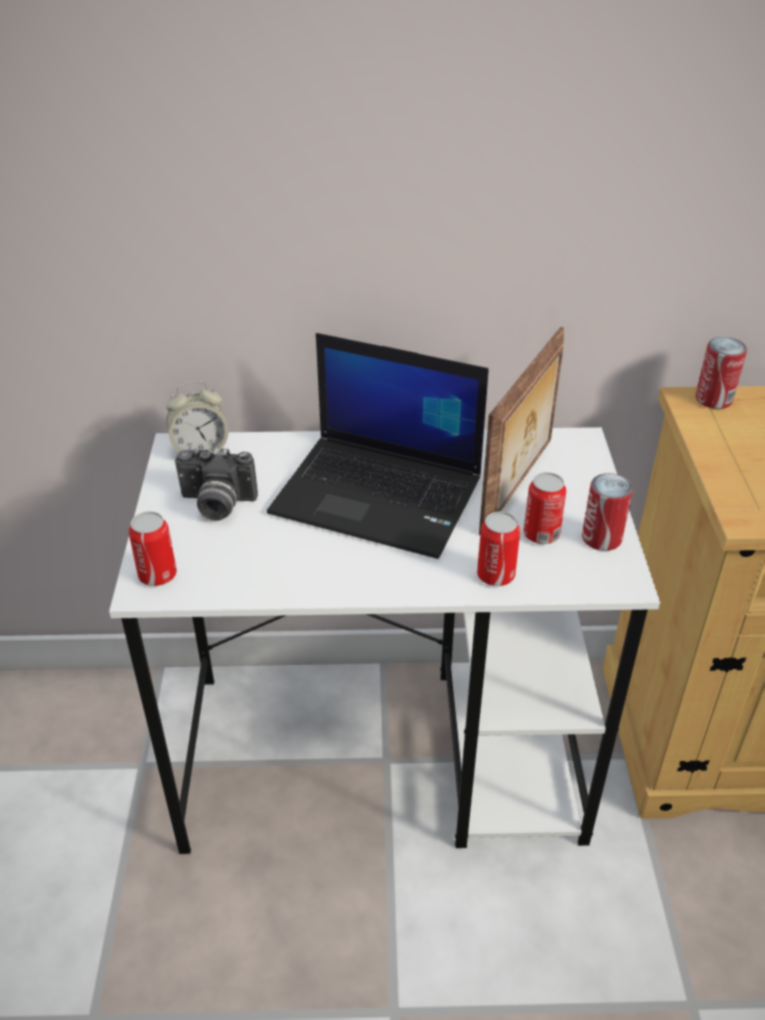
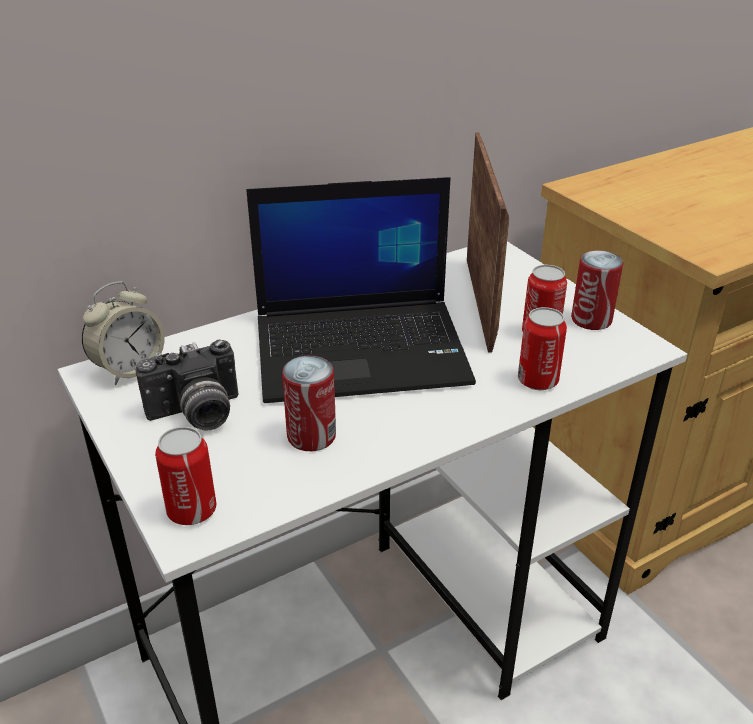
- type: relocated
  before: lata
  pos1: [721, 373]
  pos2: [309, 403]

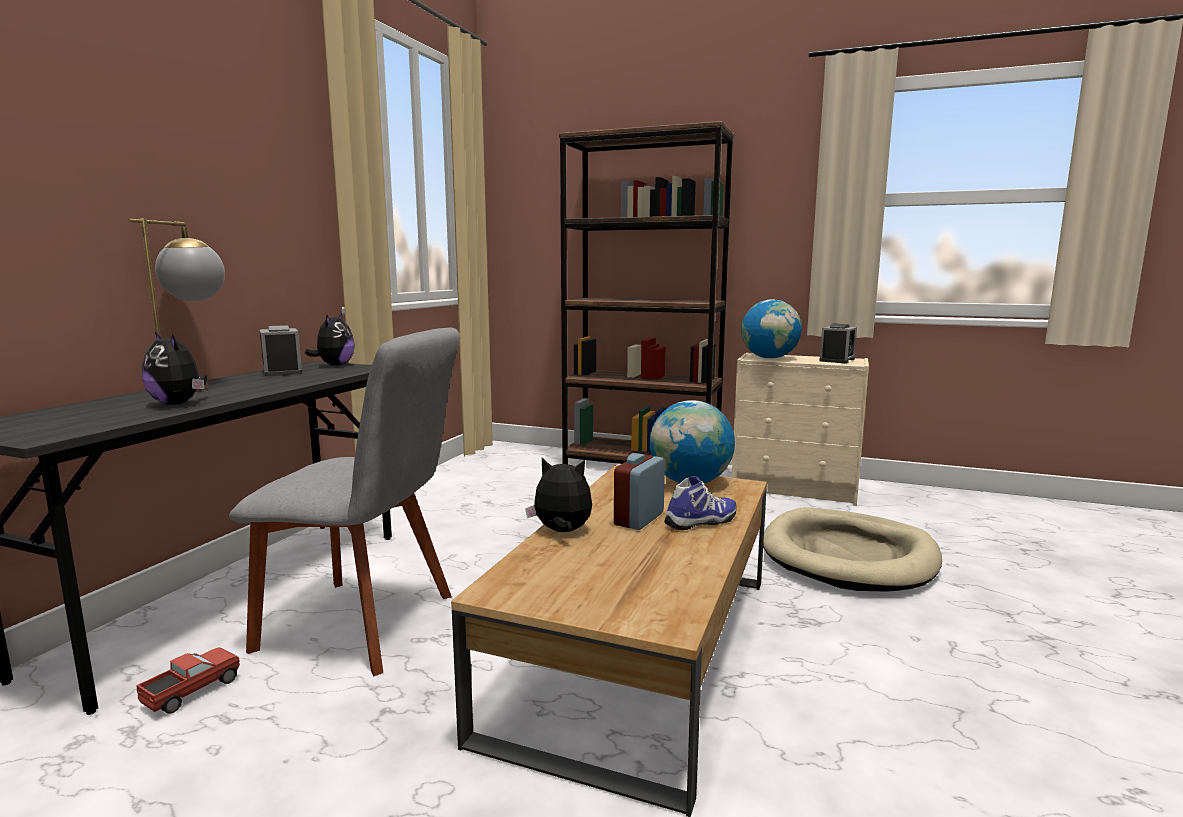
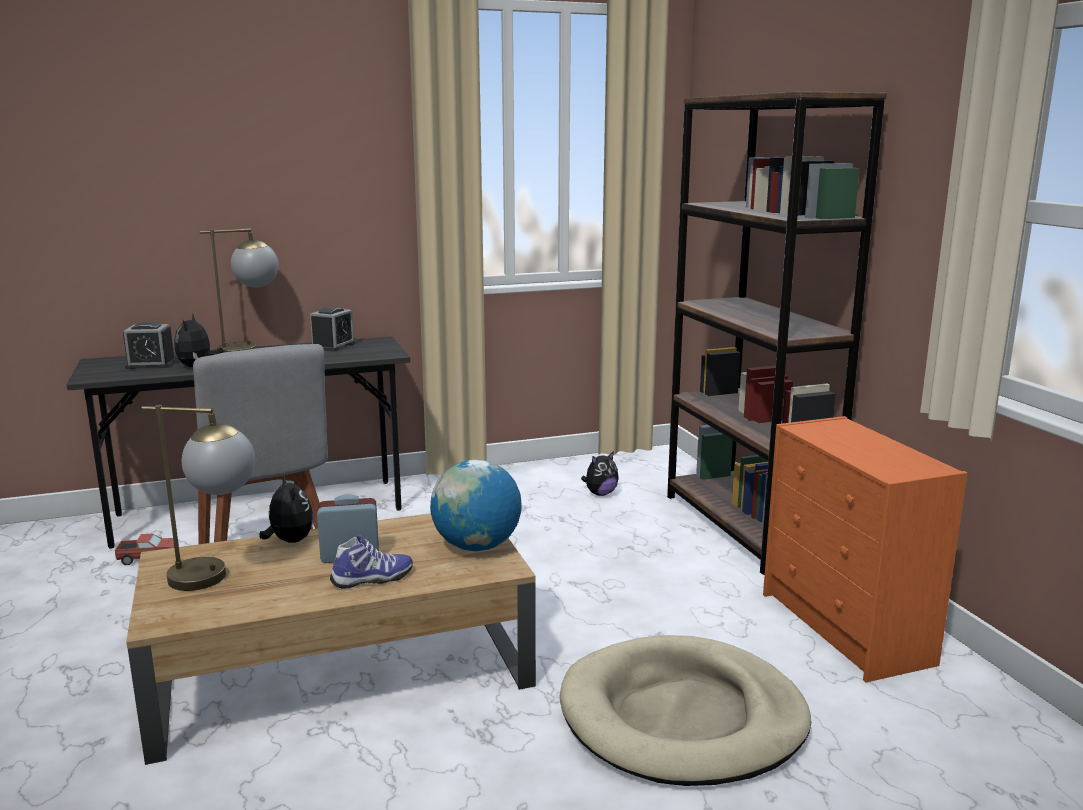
- type: relocated
  before: despertador
  pos1: [838, 343]
  pos2: [150, 345]
- type: appeared
  after: lámpara de mesa
  pos2: [198, 498]
- type: spun
  before: zapato
  pos1: [700, 503]
  pos2: [371, 561]
  turn: -45
- type: relocated
  before: peluche
  pos1: [330, 339]
  pos2: [600, 473]
- type: colour
  before: cómoda [beis]
  after: cómoda [naranja]
  pos1: [800, 429]
  pos2: [865, 549]
- type: missing
  before: globo terráqueo
  pos1: [771, 329]

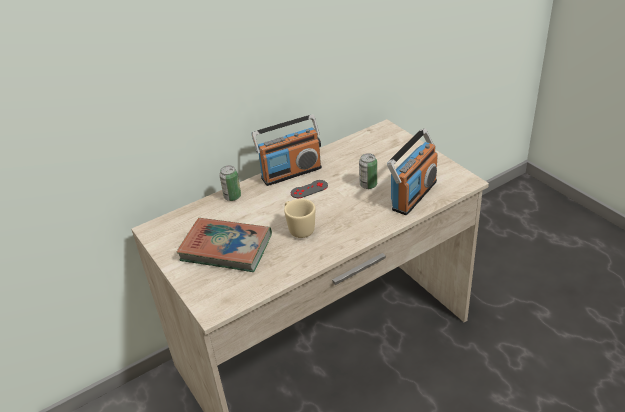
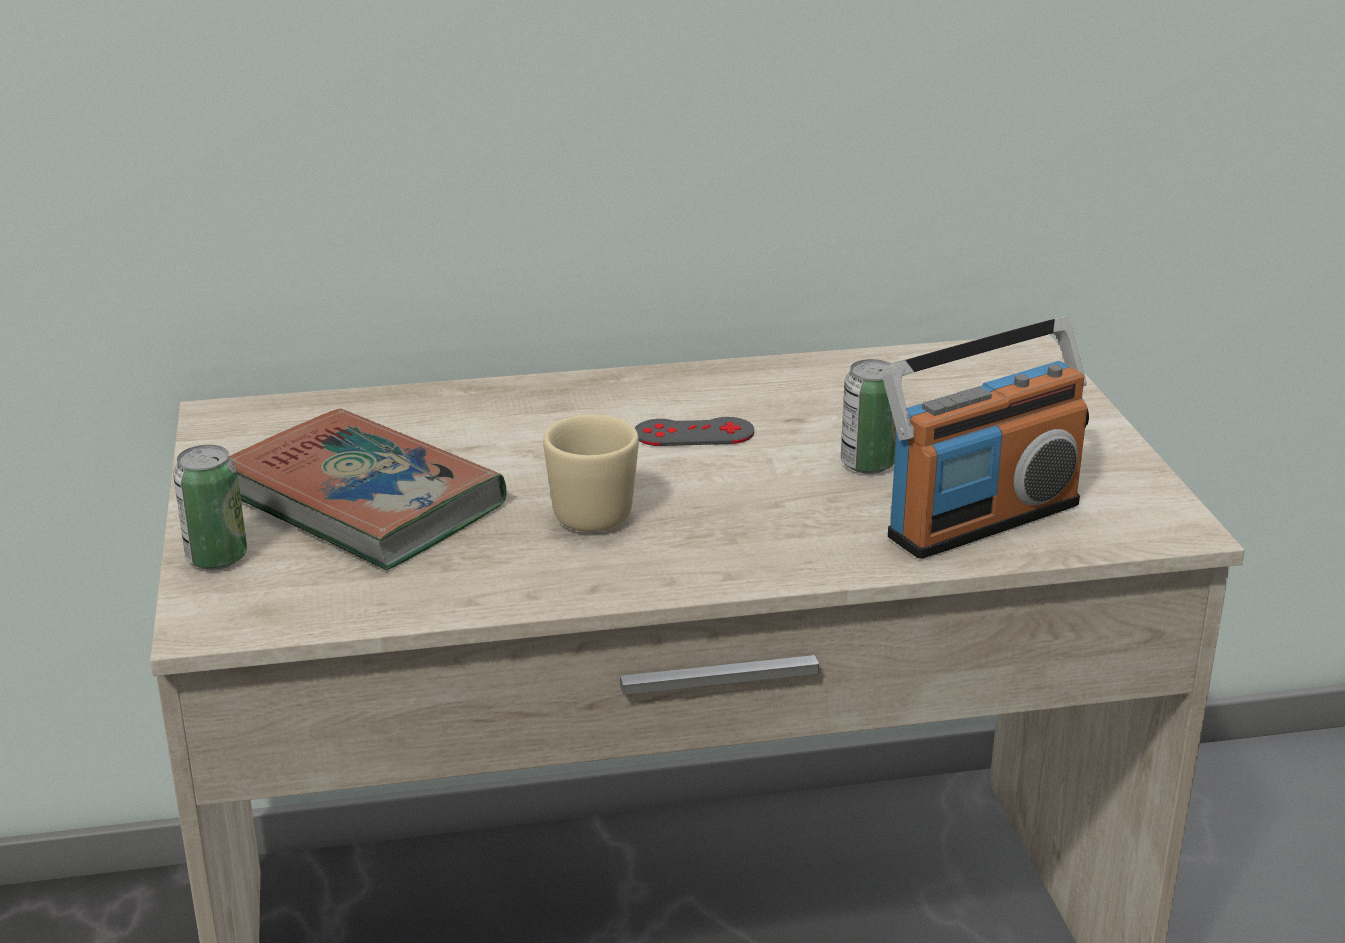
- type: relocated
  before: lata
  pos1: [230, 183]
  pos2: [210, 507]
- type: missing
  before: radio
  pos1: [287, 150]

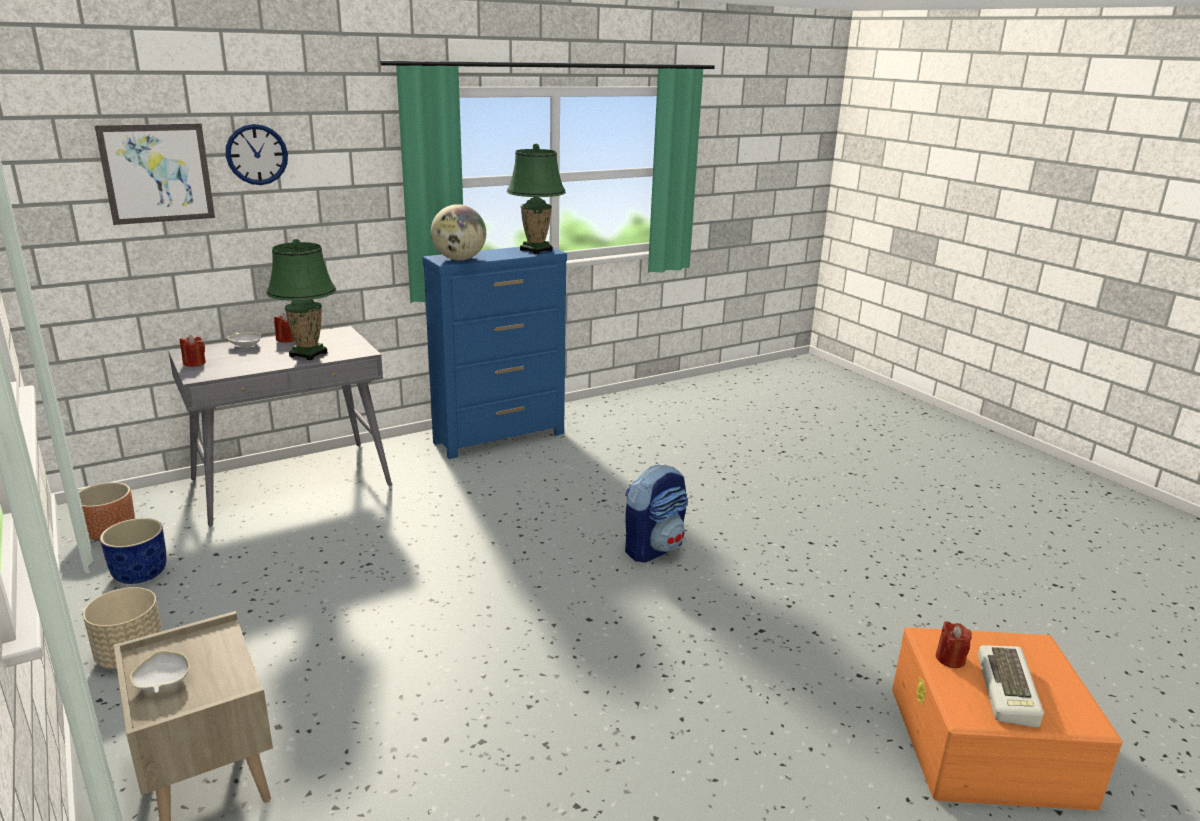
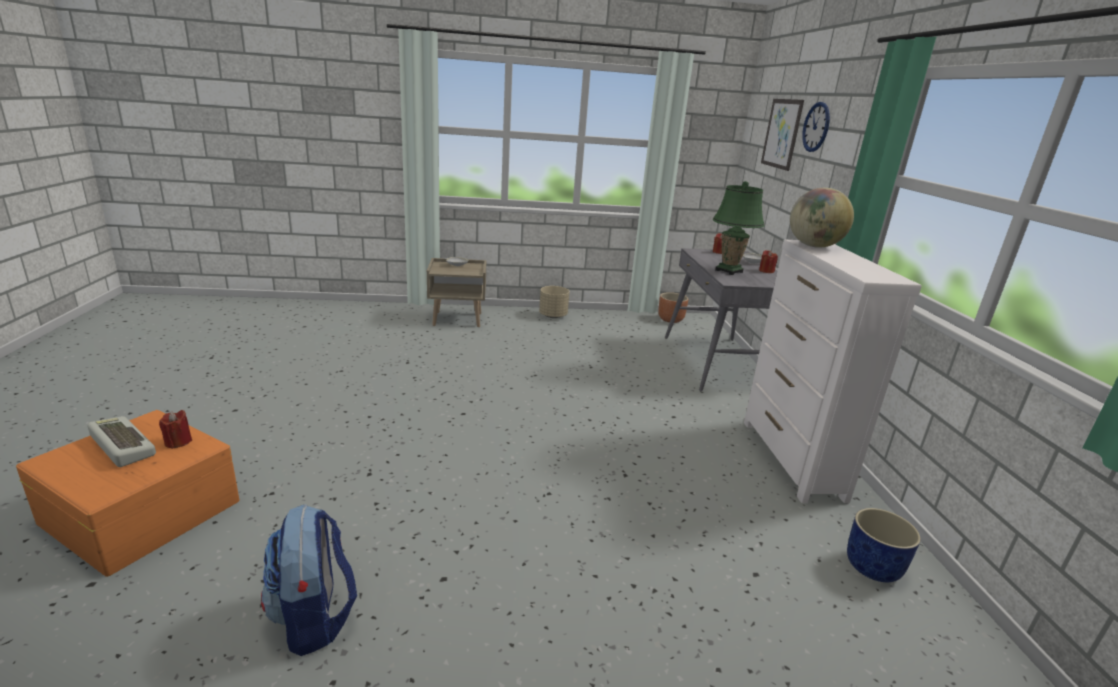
- type: relocated
  before: mochila
  pos1: [656, 513]
  pos2: [309, 580]
- type: colour
  before: cómoda [azul]
  after: cómoda [blanco]
  pos1: [494, 353]
  pos2: [832, 371]
- type: relocated
  before: maceta [azul]
  pos1: [133, 551]
  pos2: [884, 545]
- type: missing
  before: lámpara de mesa [verde]
  pos1: [536, 199]

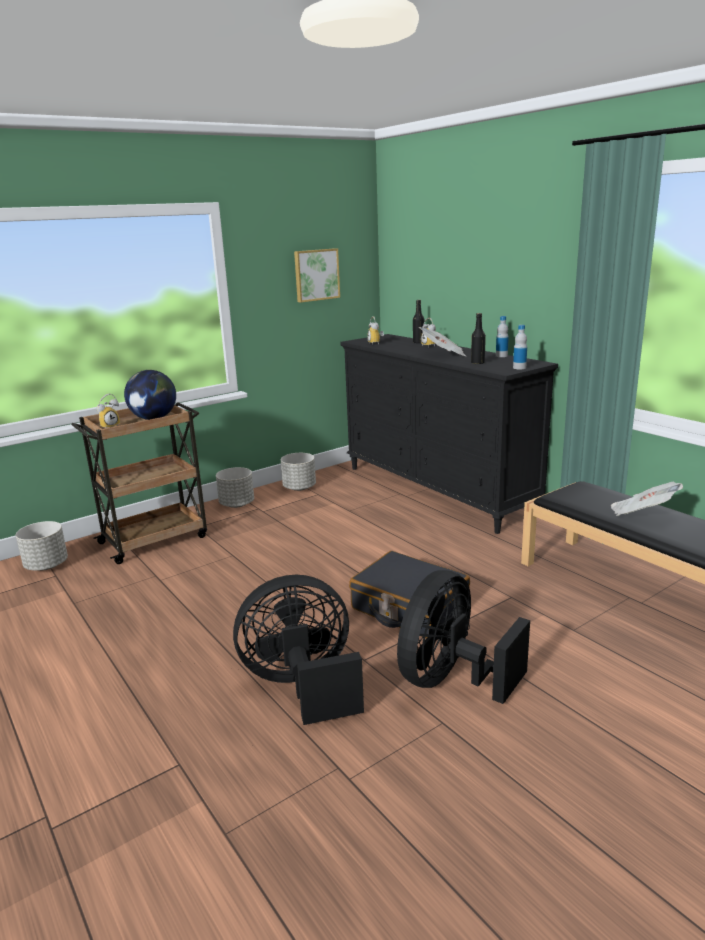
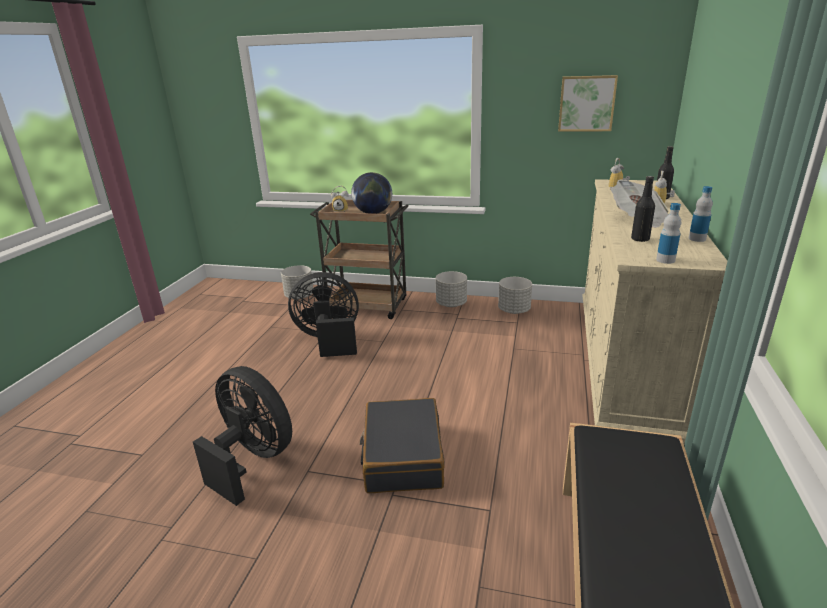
- type: relocated
  before: ventilador [negro]
  pos1: [463, 637]
  pos2: [323, 314]
- type: colour
  before: cómoda [negro]
  after: cómoda [beis]
  pos1: [449, 434]
  pos2: [654, 311]
- type: missing
  before: periódico
  pos1: [647, 499]

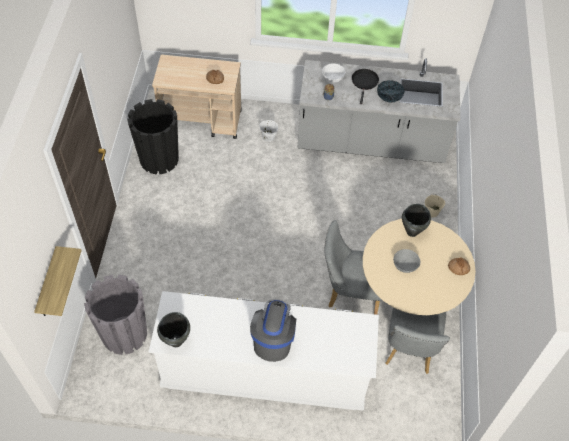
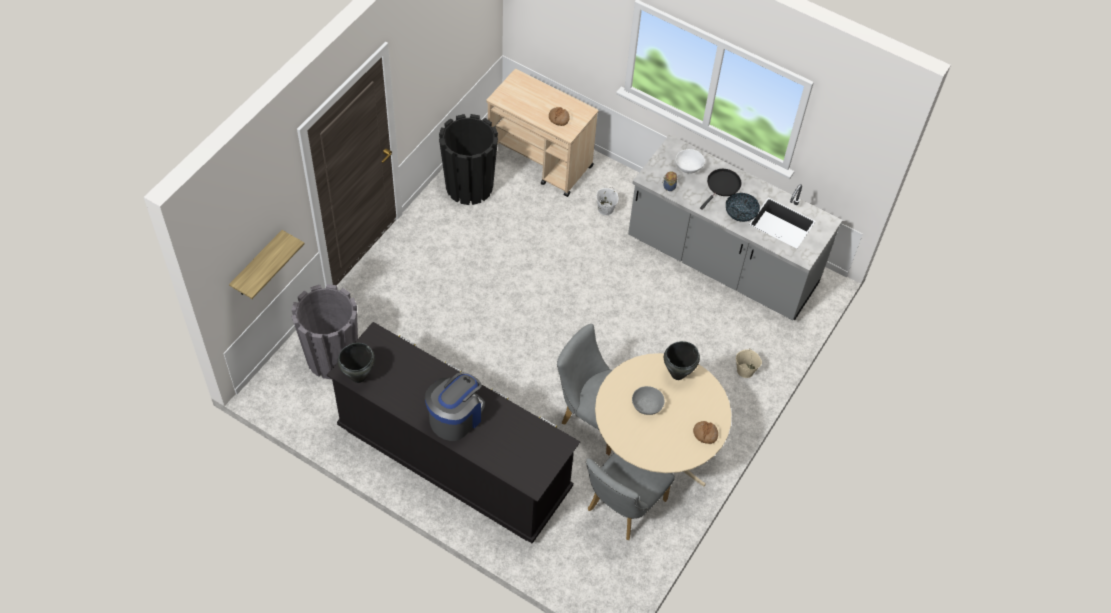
- type: colour
  before: cómoda [blanco]
  after: cómoda [negro]
  pos1: [264, 351]
  pos2: [453, 432]

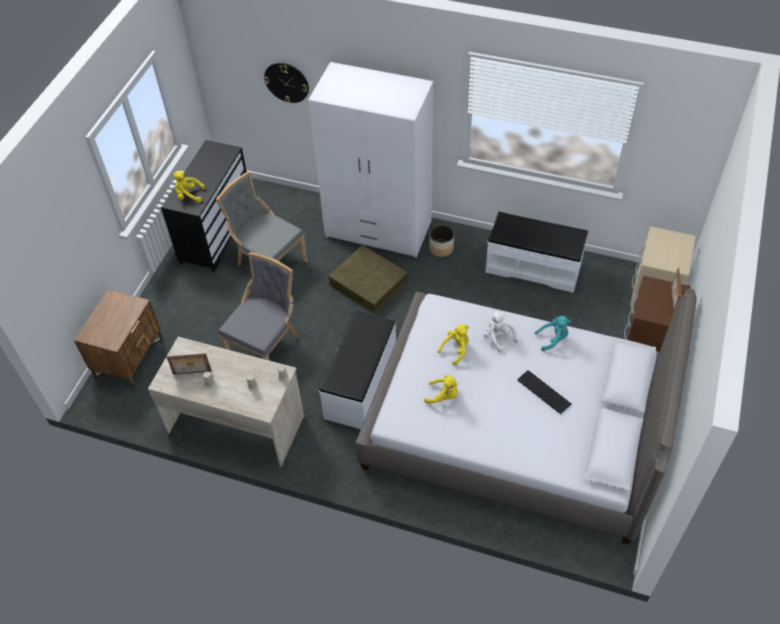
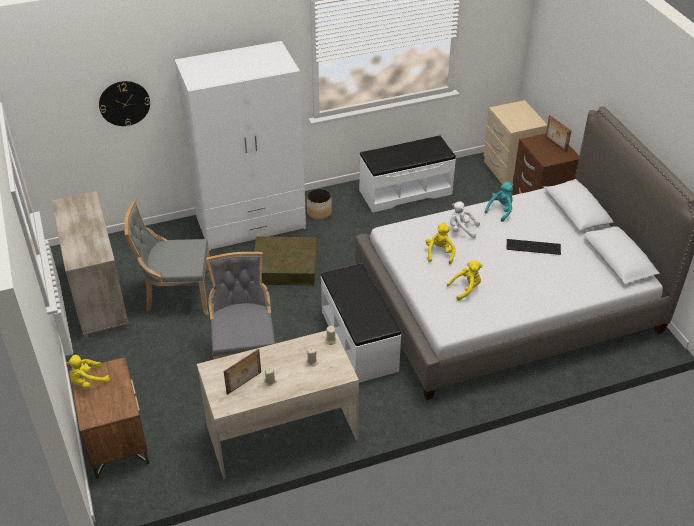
- type: colour
  before: cómoda [negro]
  after: cómoda [beis]
  pos1: [204, 206]
  pos2: [90, 265]
- type: relocated
  before: peluche [amarillo]
  pos1: [189, 186]
  pos2: [88, 372]

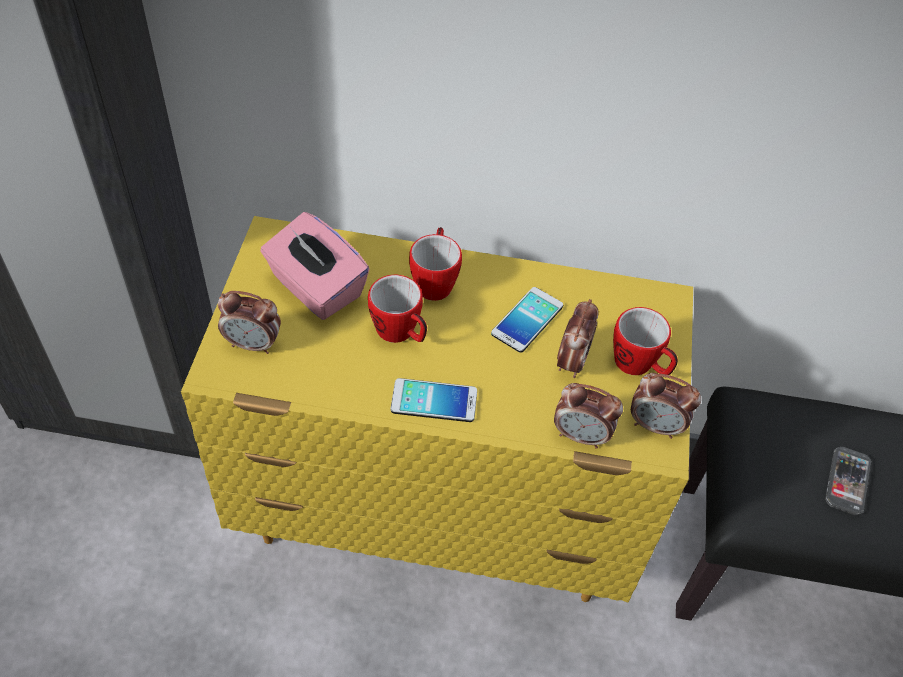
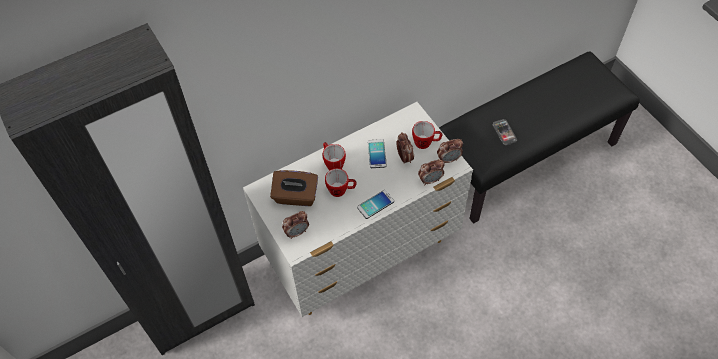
- type: colour
  before: cómoda [amarillo]
  after: cómoda [blanco]
  pos1: [437, 409]
  pos2: [358, 209]
- type: colour
  before: caja de pañuelos [rosa]
  after: caja de pañuelos [marrón]
  pos1: [314, 266]
  pos2: [294, 188]

